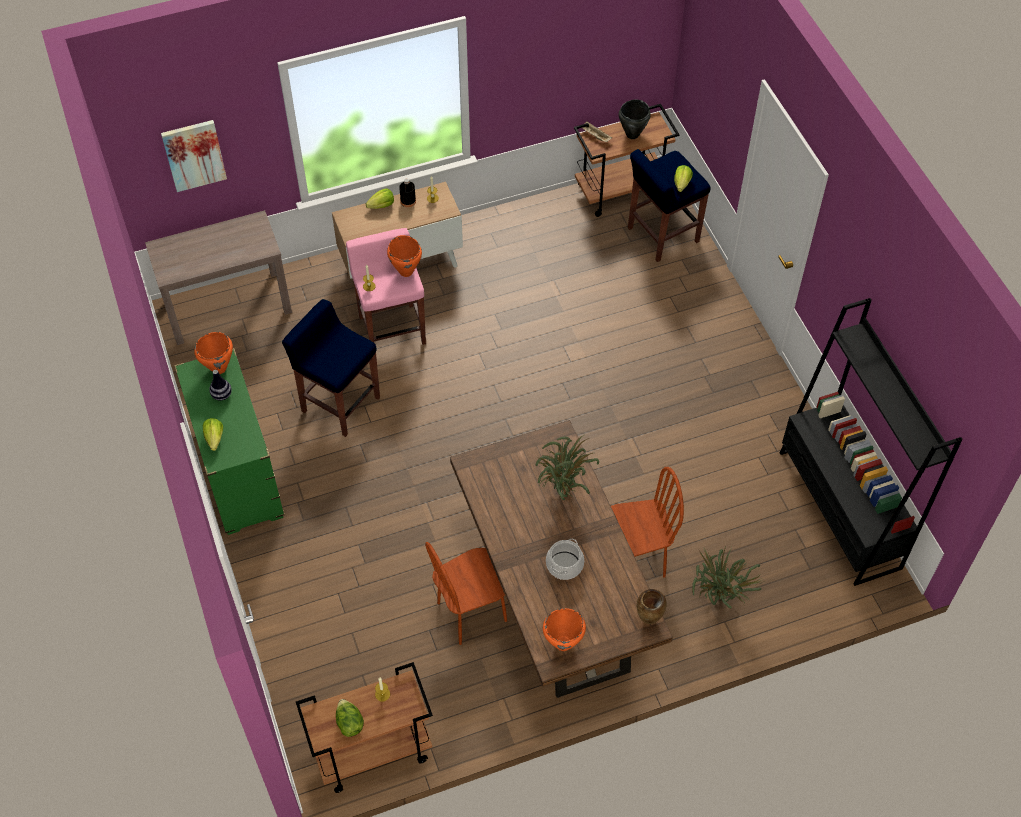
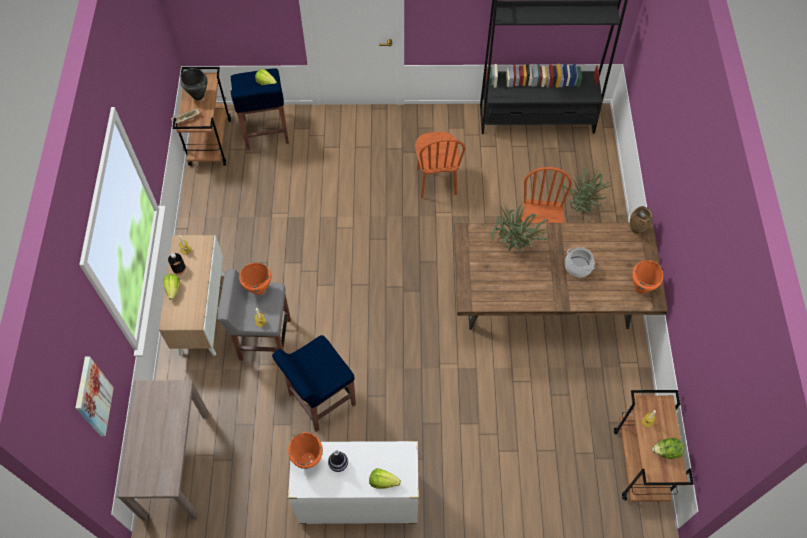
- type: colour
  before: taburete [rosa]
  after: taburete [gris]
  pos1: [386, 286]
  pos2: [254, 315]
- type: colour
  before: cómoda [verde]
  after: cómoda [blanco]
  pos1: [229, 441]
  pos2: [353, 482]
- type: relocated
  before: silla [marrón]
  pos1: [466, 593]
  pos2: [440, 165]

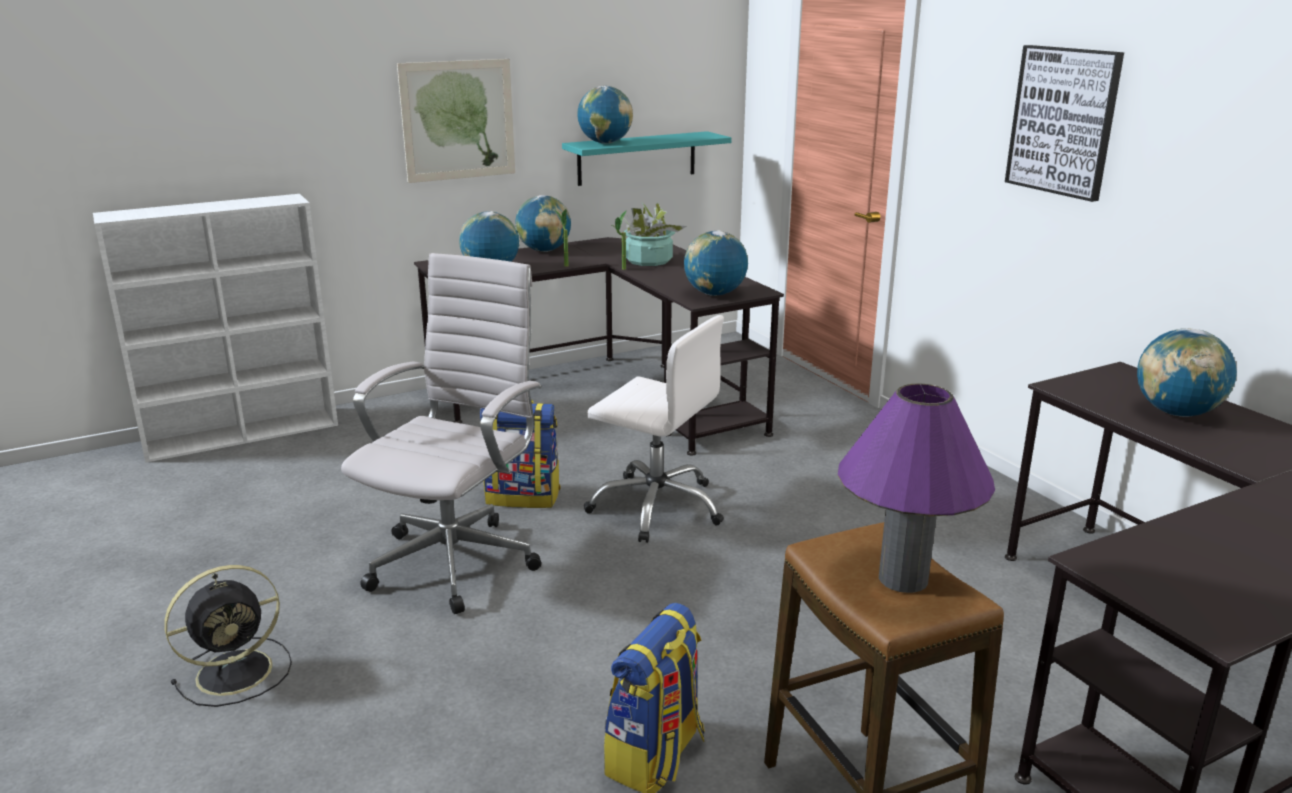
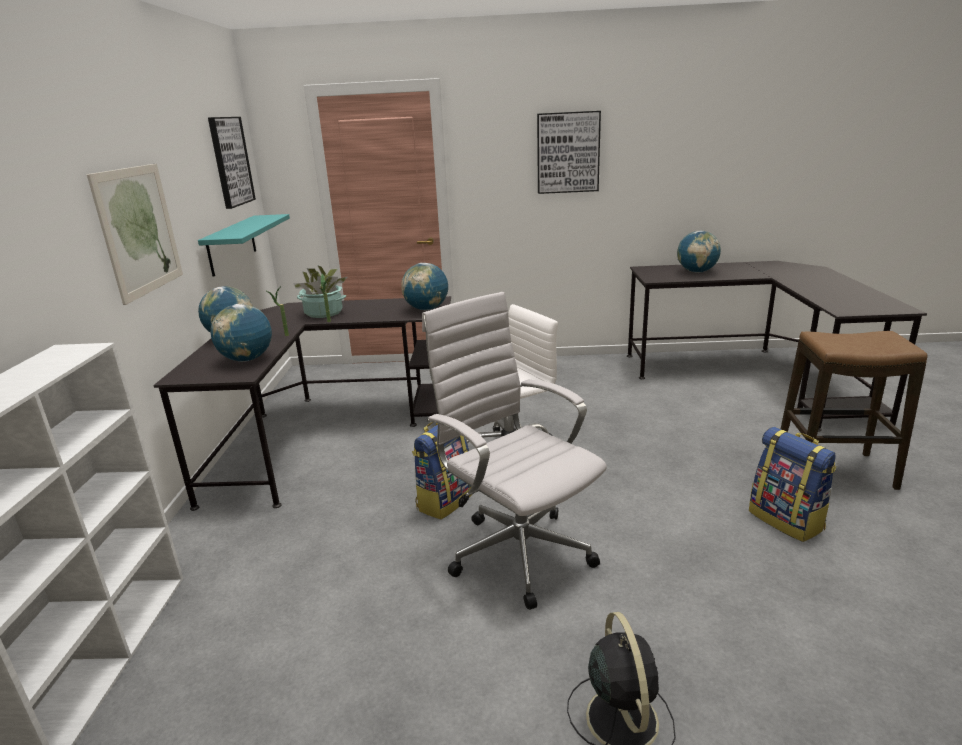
- type: appeared
  after: cuadro
  pos2: [232, 163]
- type: missing
  before: globo terráqueo
  pos1: [605, 114]
- type: missing
  before: lámpara de mesa [morado]
  pos1: [916, 488]

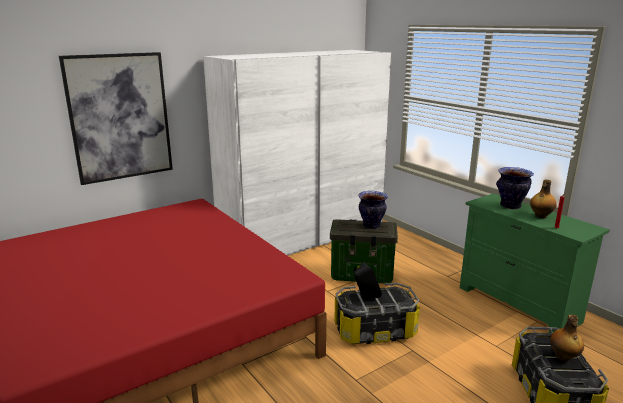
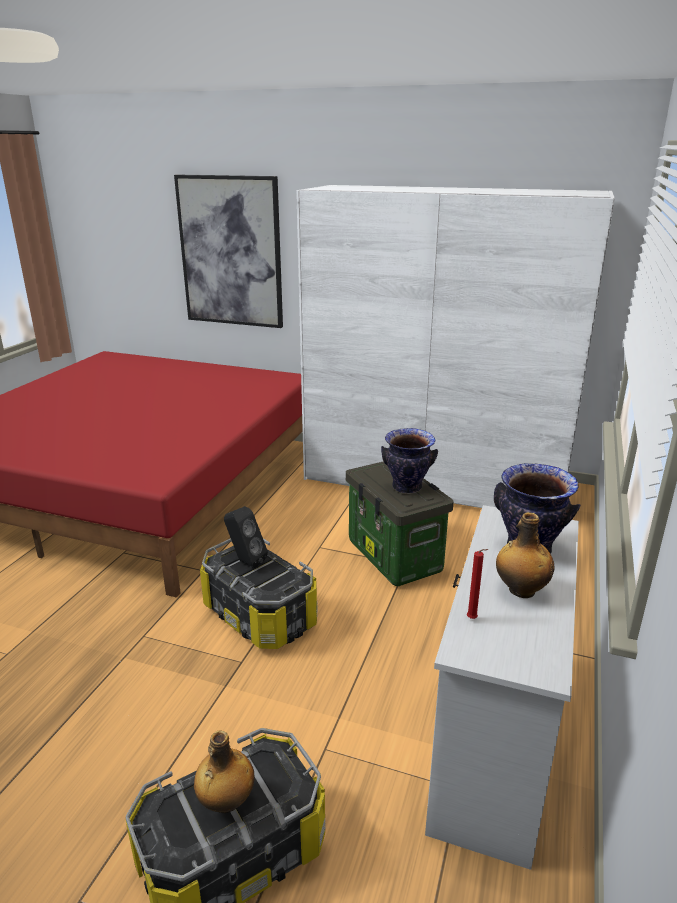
- type: colour
  before: cómoda [verde]
  after: cómoda [blanco]
  pos1: [535, 263]
  pos2: [502, 687]

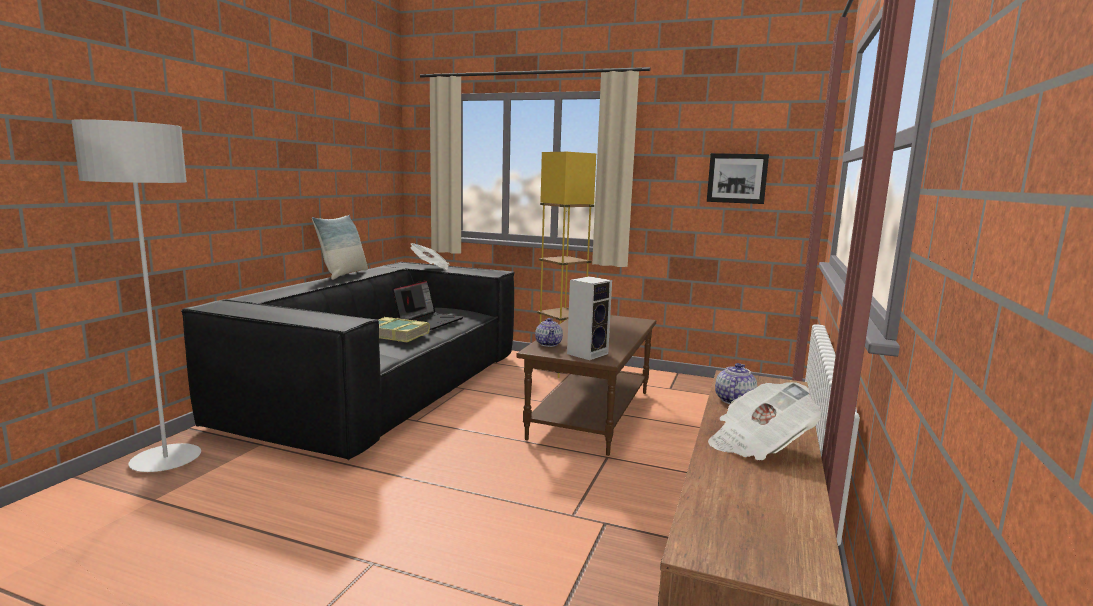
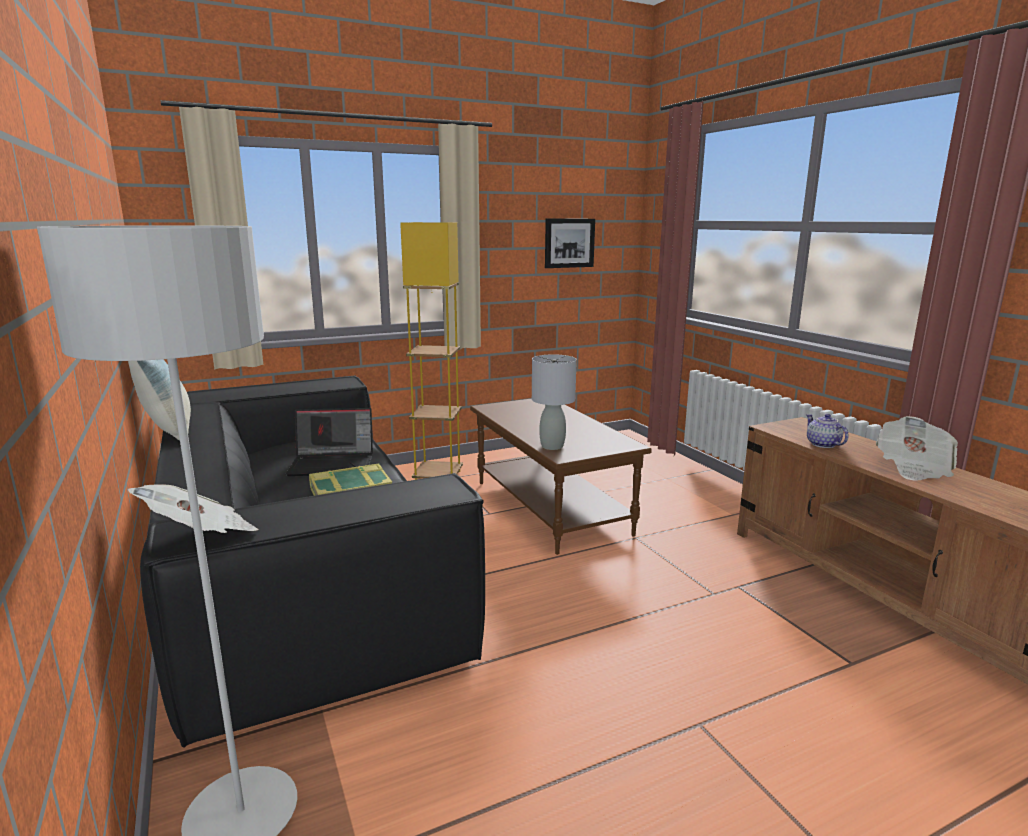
- type: relocated
  before: periódico
  pos1: [430, 256]
  pos2: [193, 508]
- type: spun
  before: portátil
  pos1: [427, 305]
  pos2: [329, 442]
  turn: 105
- type: exchanged
  before: tetera
  after: lámpara de mesa [gris]
  pos1: [549, 332]
  pos2: [554, 402]
- type: missing
  before: altavoz
  pos1: [589, 318]

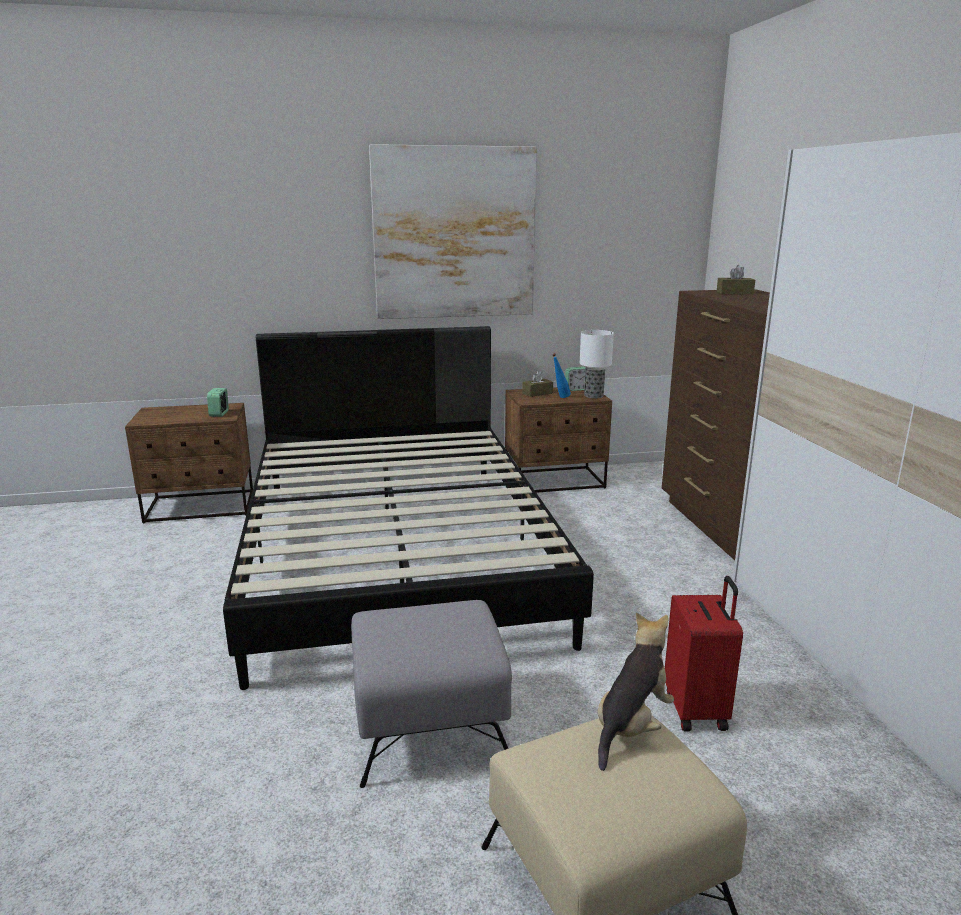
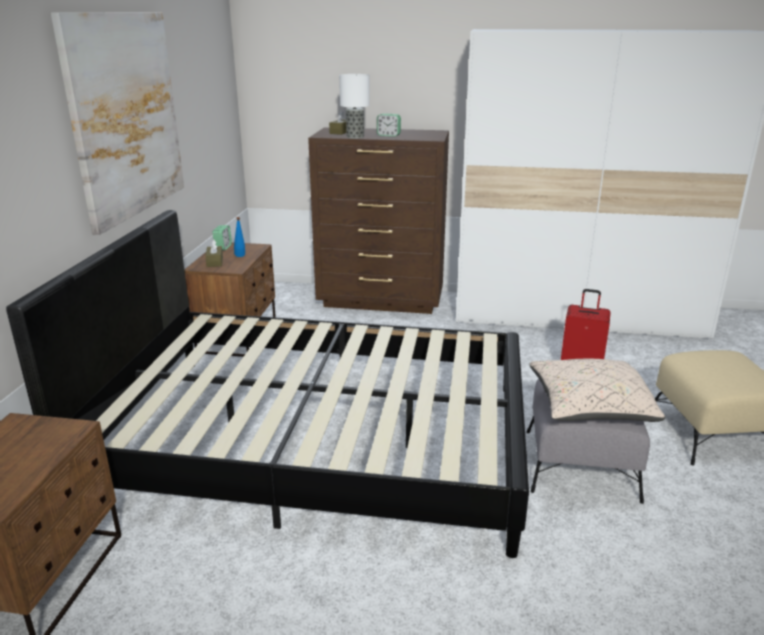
- type: relocated
  before: lámpara de mesa
  pos1: [597, 364]
  pos2: [354, 106]
- type: relocated
  before: despertador
  pos1: [218, 402]
  pos2: [389, 125]
- type: appeared
  after: cojín [beis]
  pos2: [597, 390]
- type: missing
  before: peluche
  pos1: [636, 692]

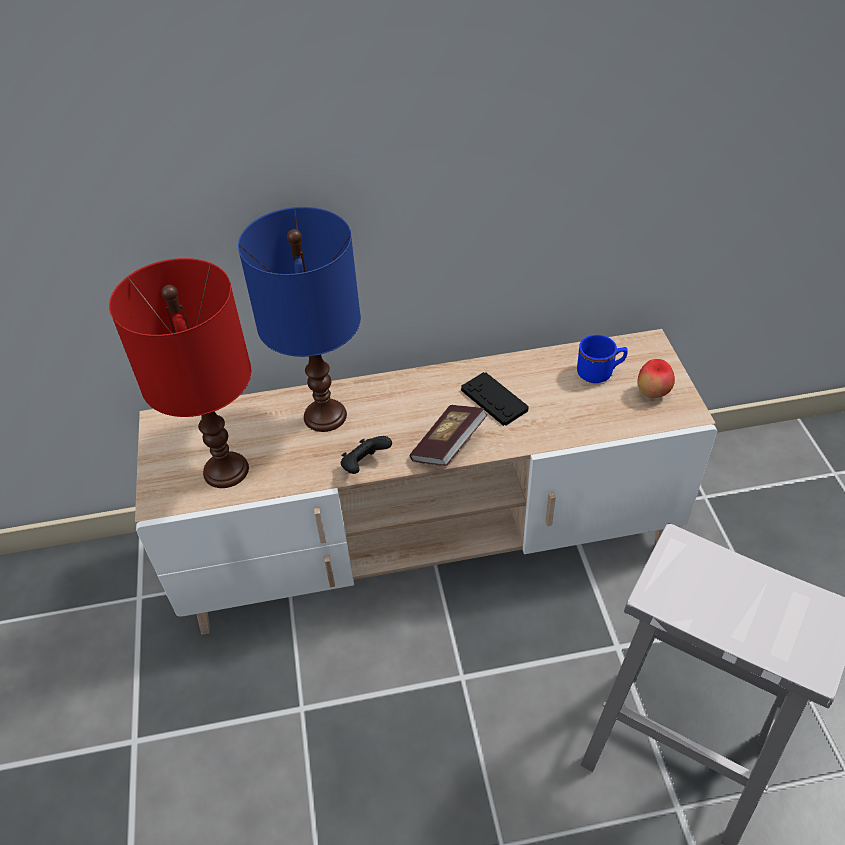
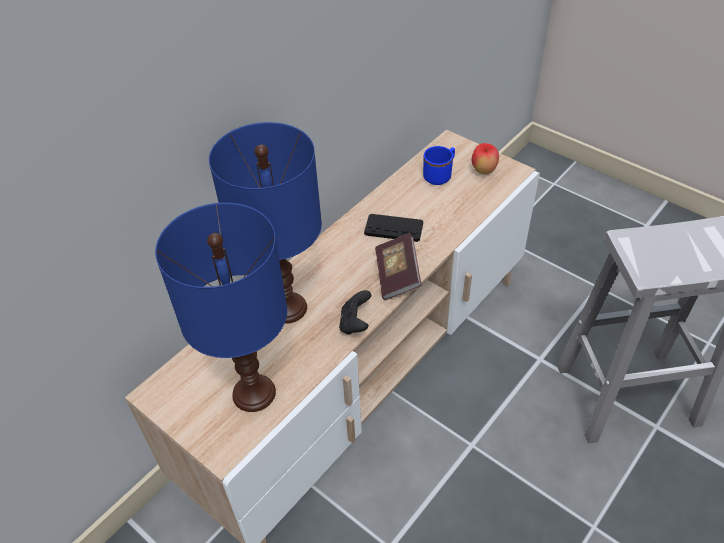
- type: colour
  before: lámpara de mesa [rojo]
  after: lámpara de mesa [azul]
  pos1: [180, 373]
  pos2: [221, 307]

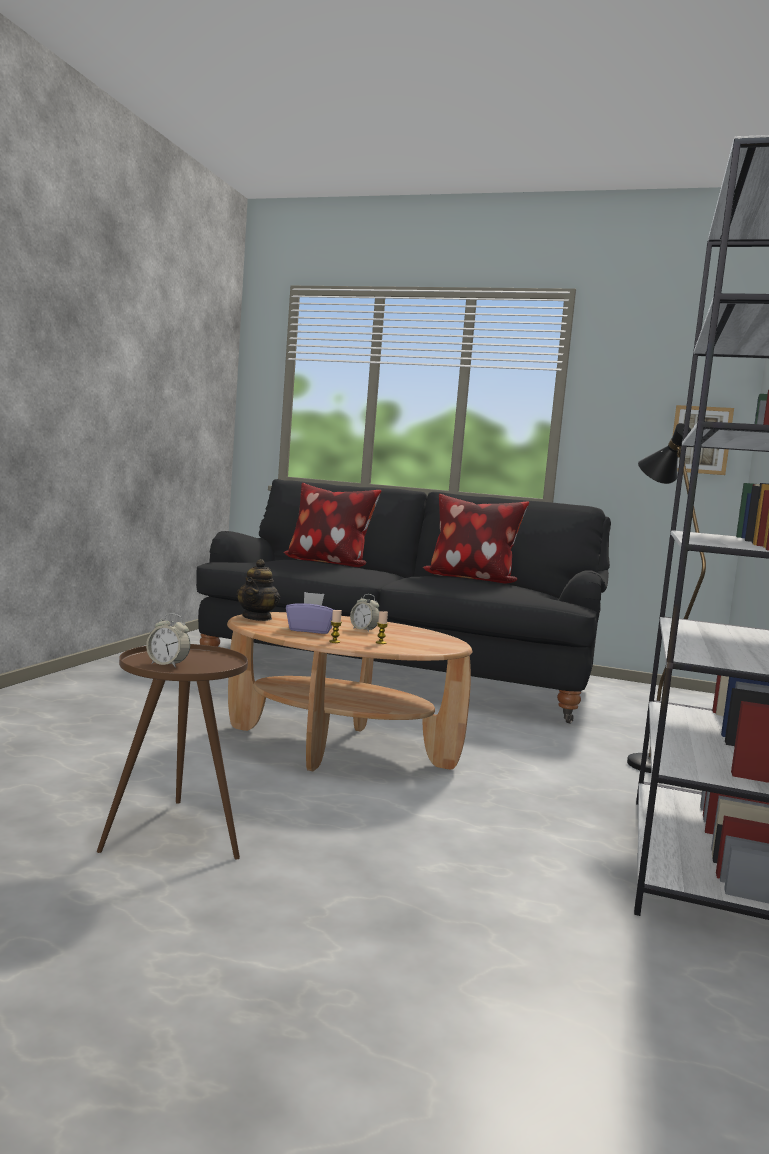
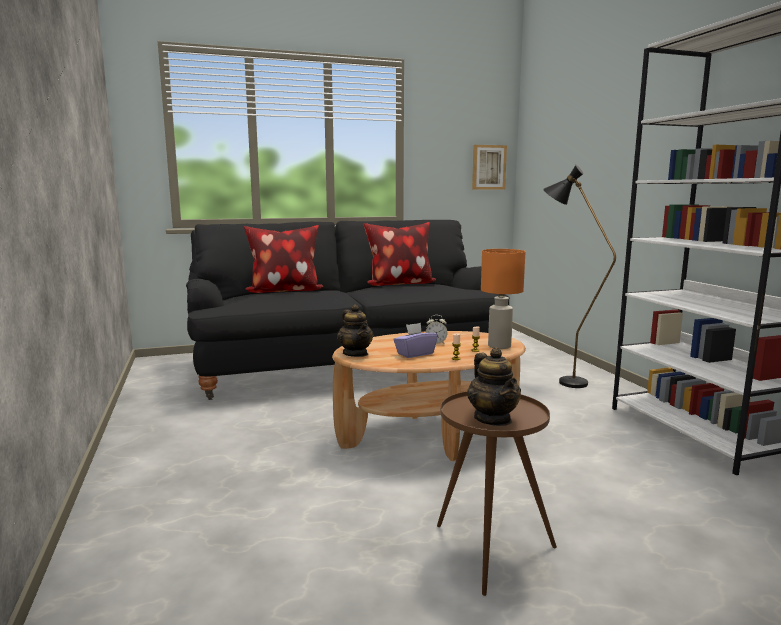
- type: exchanged
  before: despertador
  after: tetera
  pos1: [168, 640]
  pos2: [494, 386]
- type: appeared
  after: lámpara de mesa [naranja]
  pos2: [503, 299]

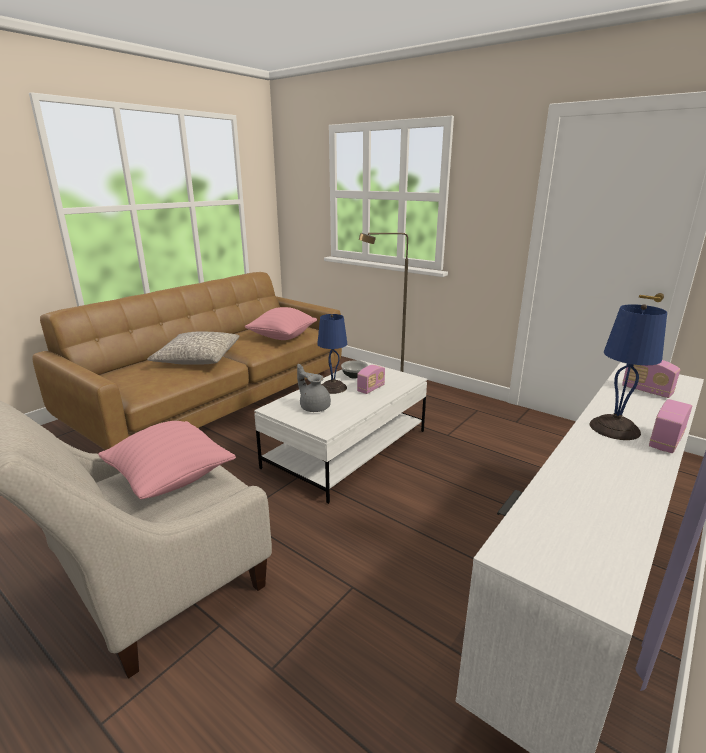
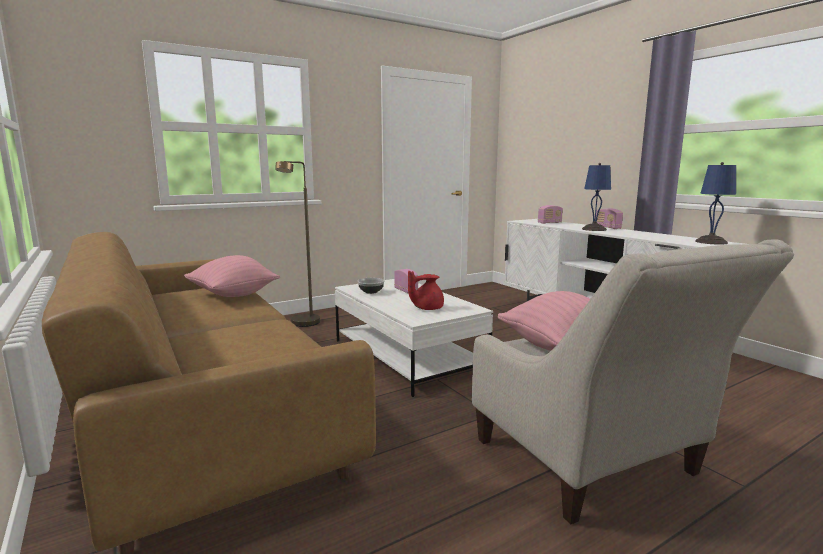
- type: colour
  before: tetera [gris]
  after: tetera [rojo]
  pos1: [314, 388]
  pos2: [426, 290]
- type: relocated
  before: lámpara de mesa [azul]
  pos1: [332, 354]
  pos2: [715, 203]
- type: missing
  before: cojín [gris]
  pos1: [193, 348]

